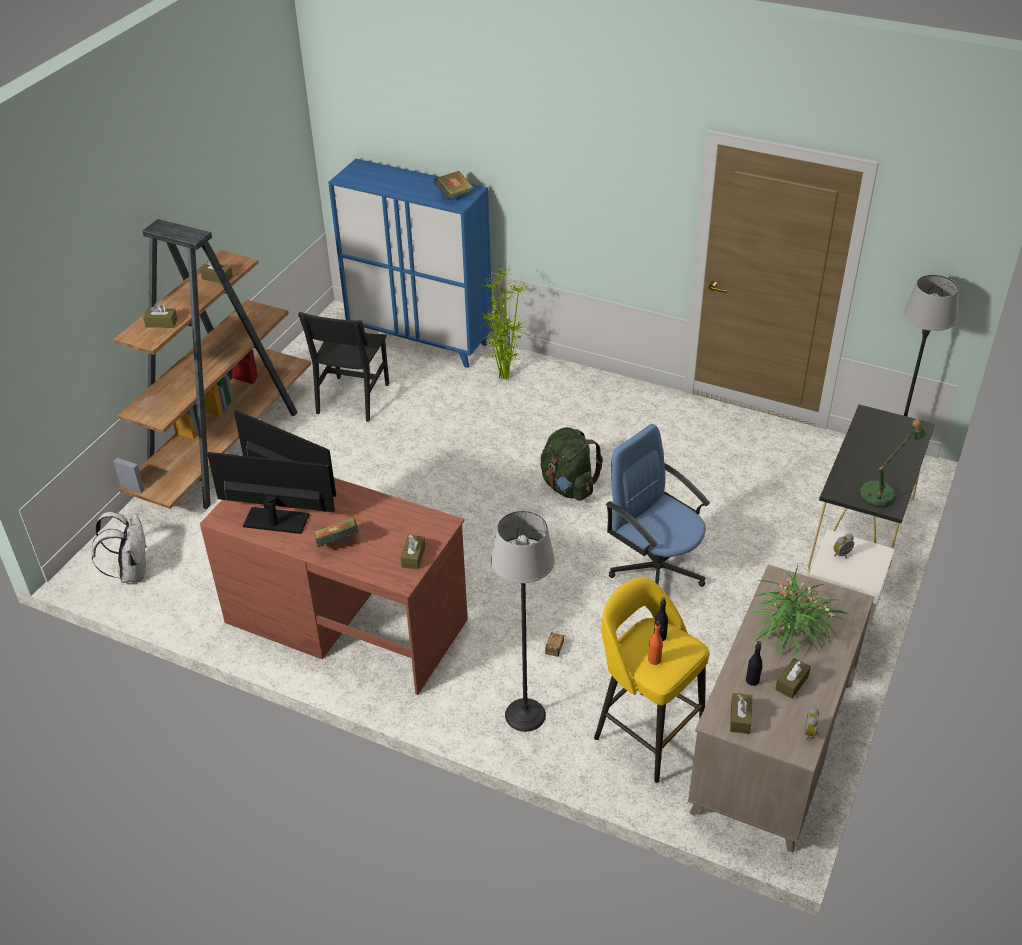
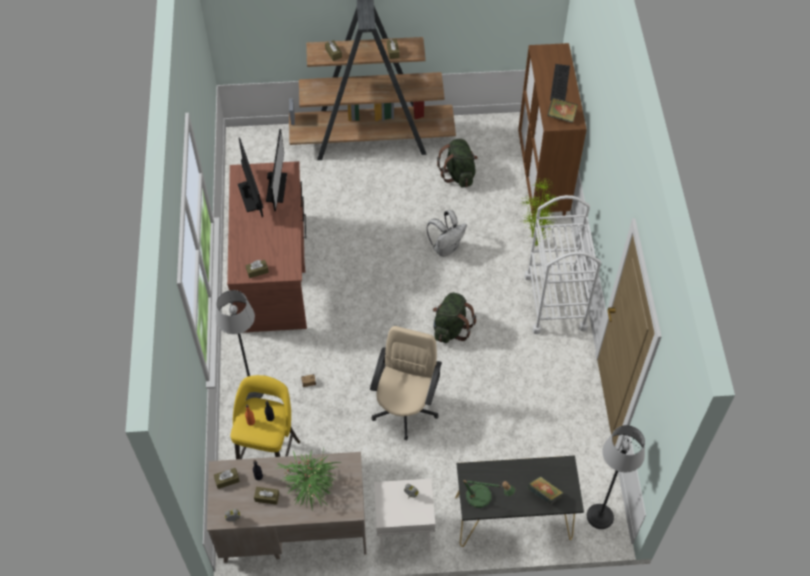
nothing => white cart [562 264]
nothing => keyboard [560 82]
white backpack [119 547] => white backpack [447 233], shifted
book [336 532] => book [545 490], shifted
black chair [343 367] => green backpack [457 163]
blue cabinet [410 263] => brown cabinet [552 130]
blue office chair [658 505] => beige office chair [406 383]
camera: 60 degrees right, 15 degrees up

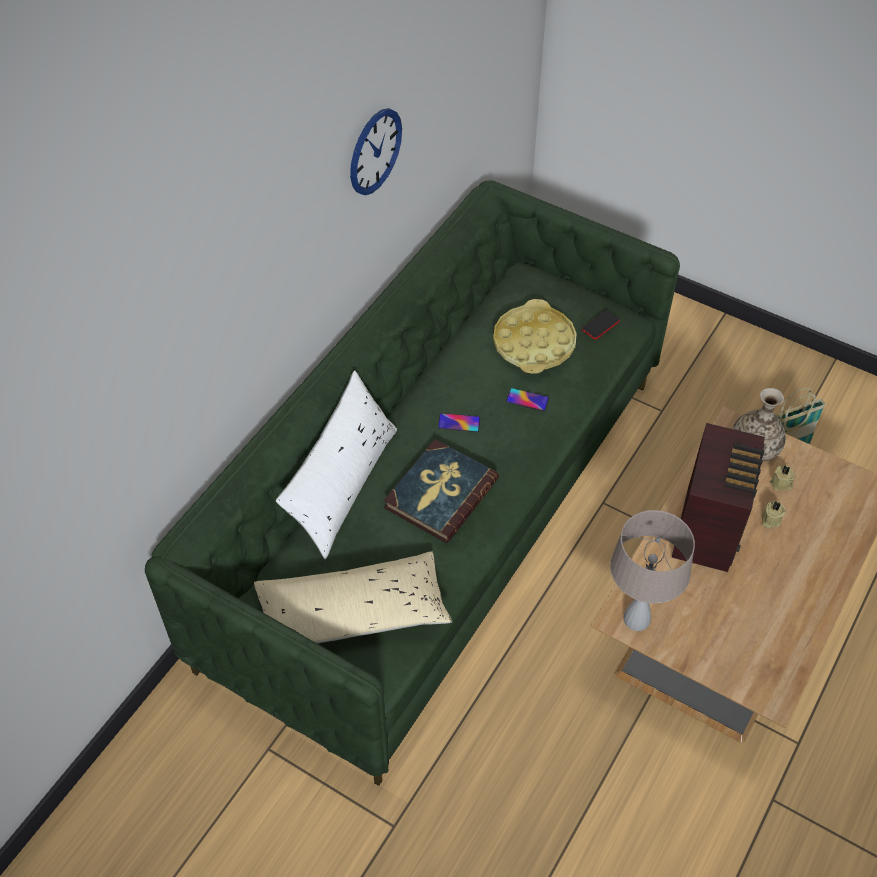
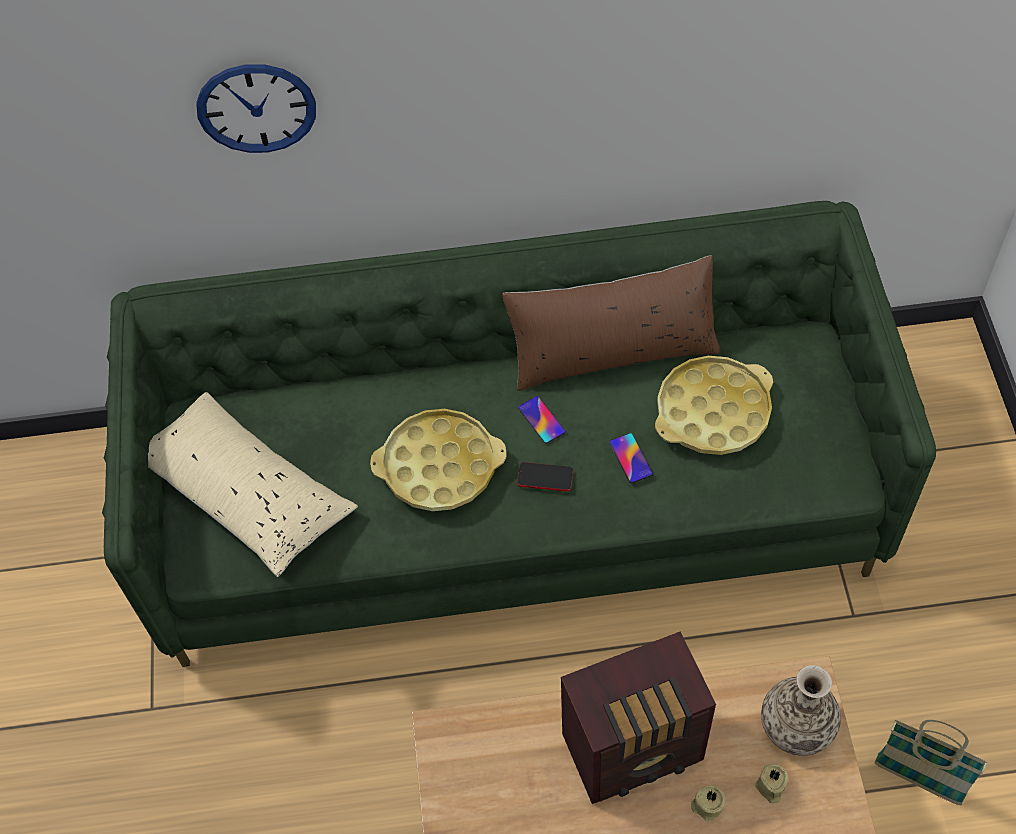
white pillow [336 464] => nothing
beige table lamp [652 570] => nothing
nothing => brown pillow [611 323]
wall clock [376 151] => wall clock [256 108], shifted
phone [601 325] => phone [545 476], shifted
book [441 491] => yellow tray [438 460]
camera: 55 degrees right, 5 degrees up

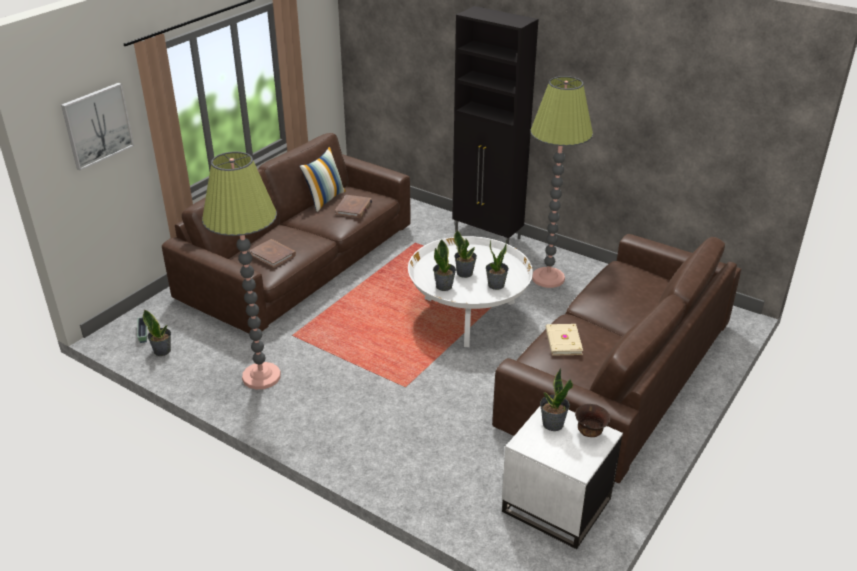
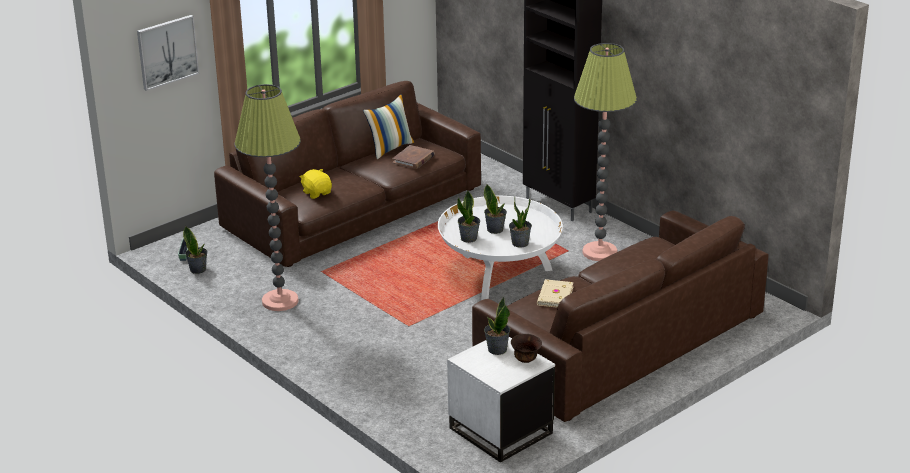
brown book [272 253] => yellow plush toy [316 184]
camera: 15 degrees right, 5 degrees down

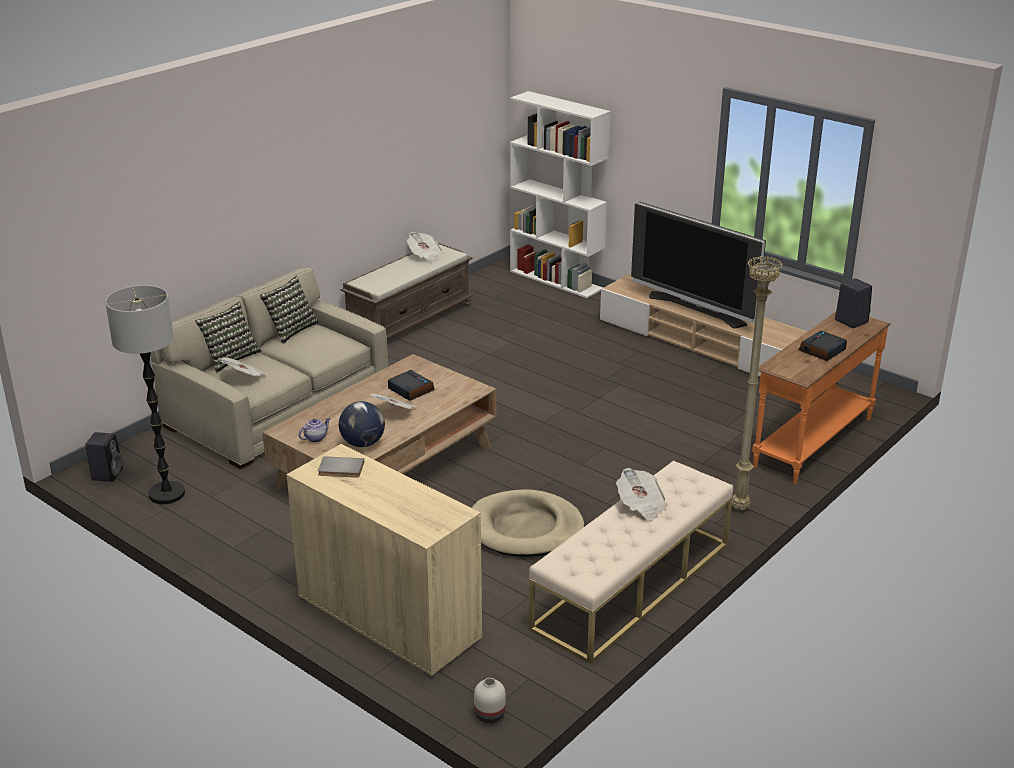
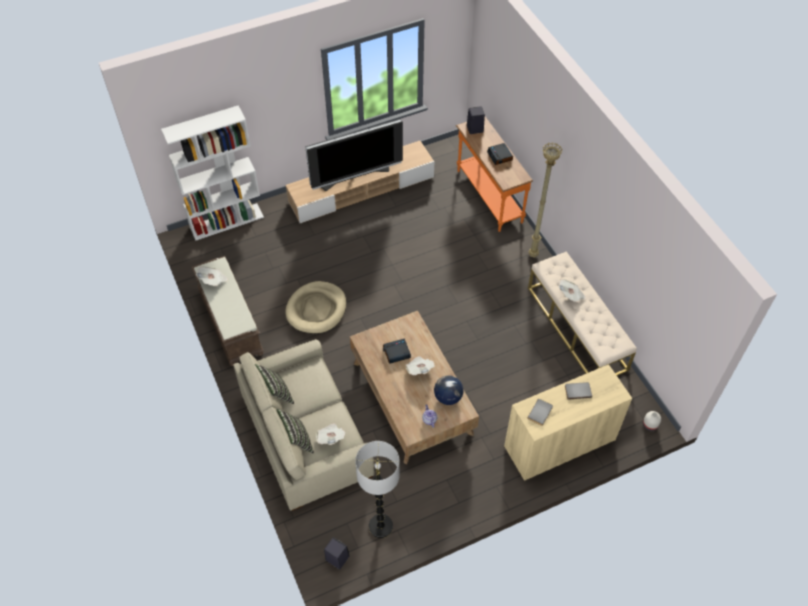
nothing => grey book [578 391]
beige dog bed [528 523] => beige dog bed [315 307], shifted
camera: 65 degrees left, 25 degrees up

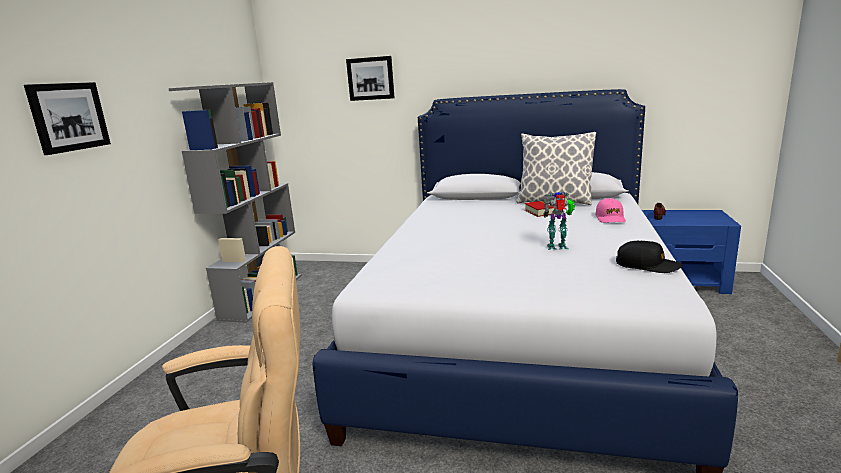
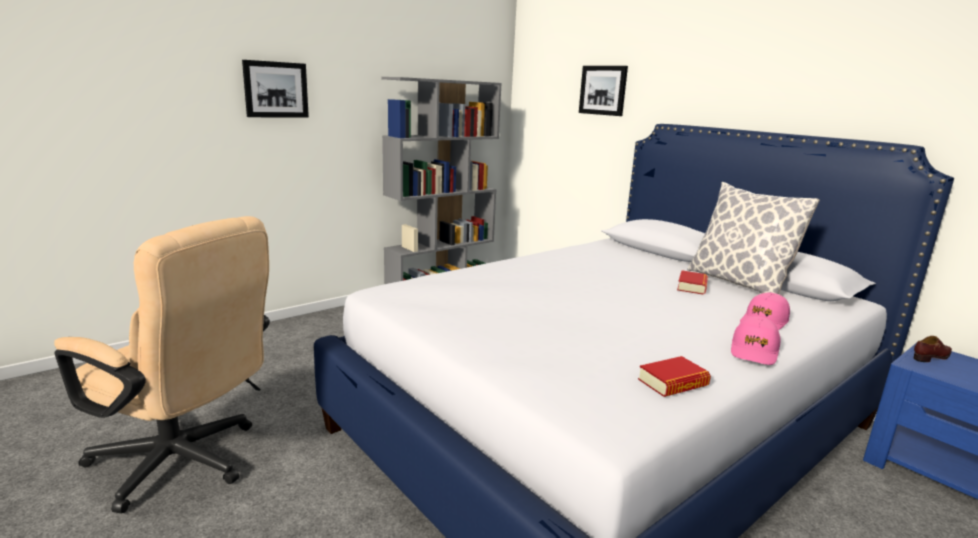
toy robot [559 221] => nothing
nothing => pink cap [756 340]
black cap [649 257] => book [674 376]
camera: 35 degrees right, 0 degrees up

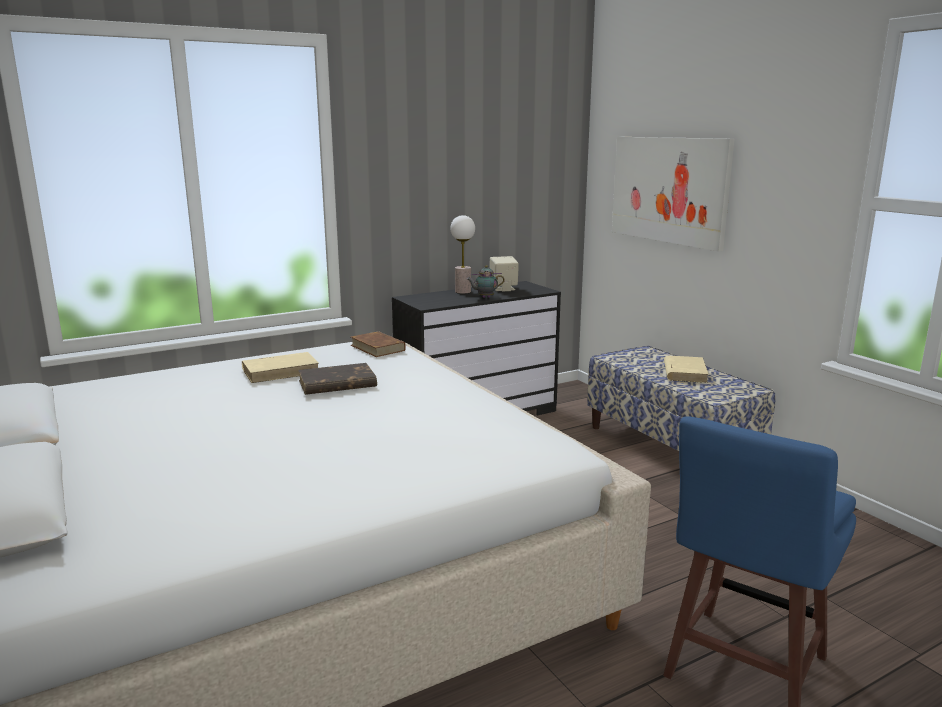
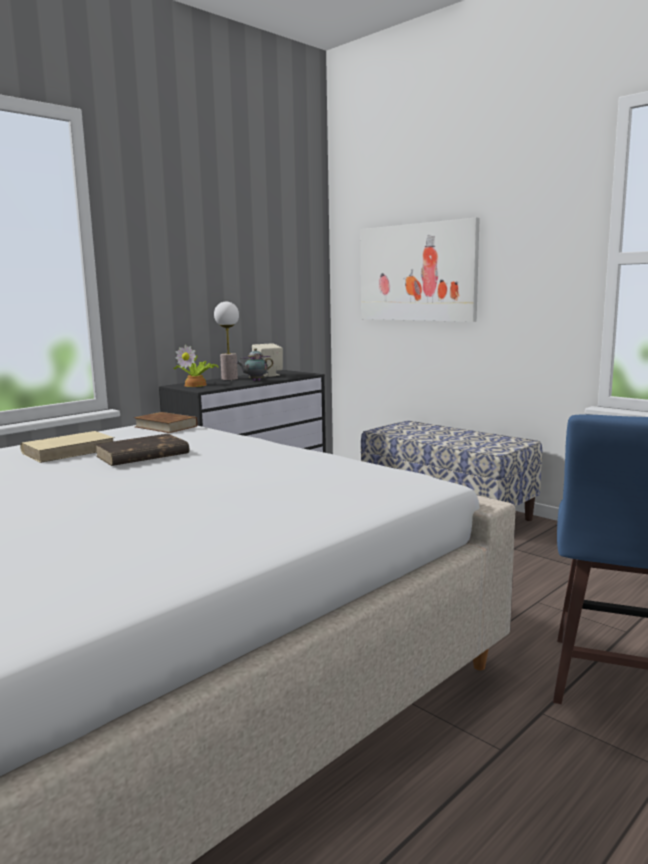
beige book [686 369] => nothing
nothing => potted plant [195 365]
camera: 15 degrees left, 5 degrees down

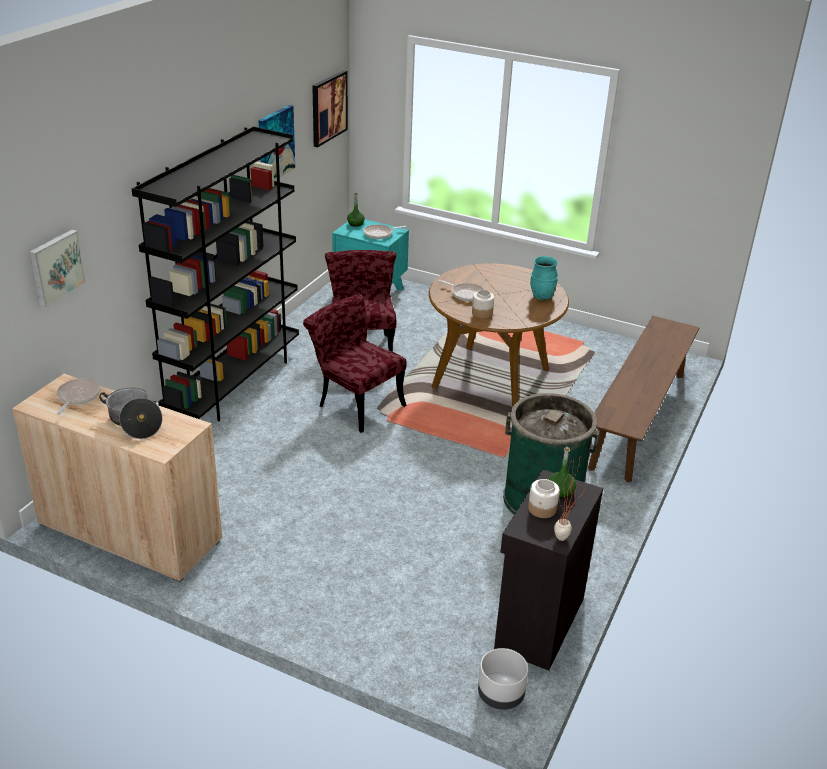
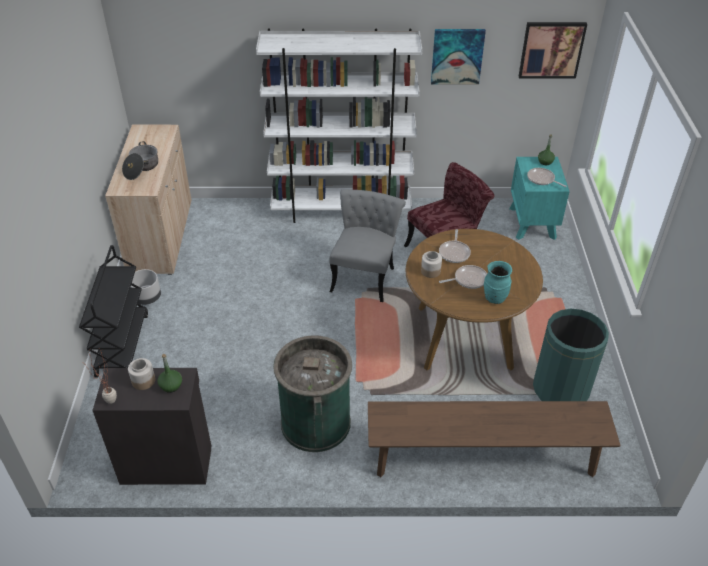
picture [57 268] => nothing
nothing => black cart [113 311]
nothing => green trash can [571 355]
frying pan [78 397] => frying pan [463 277], shifted
grey planter [503 679] => grey planter [145 287], shifted
black bookcase [215 274] => white bookcase [339 126]
red chair [355 363] => grey chair [367 245]
camera: 65 degrees right, 10 degrees up

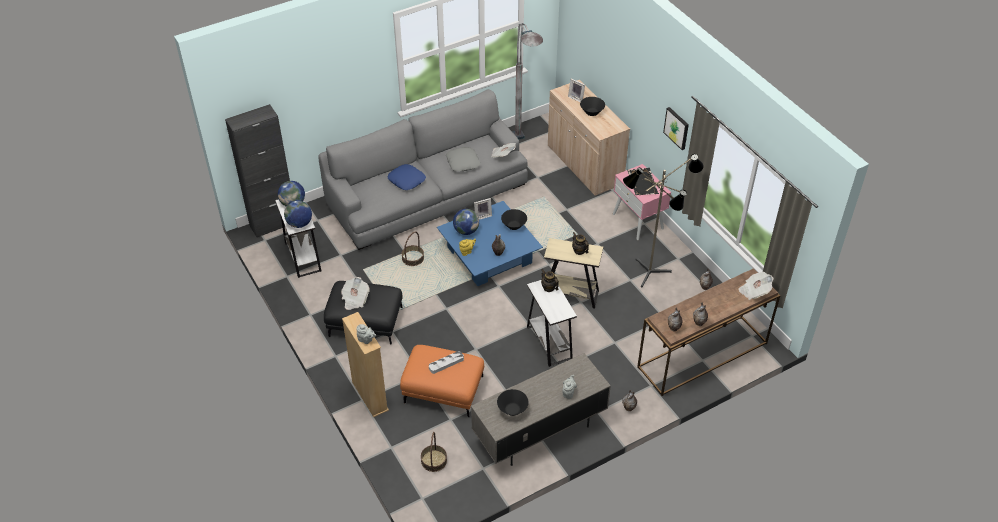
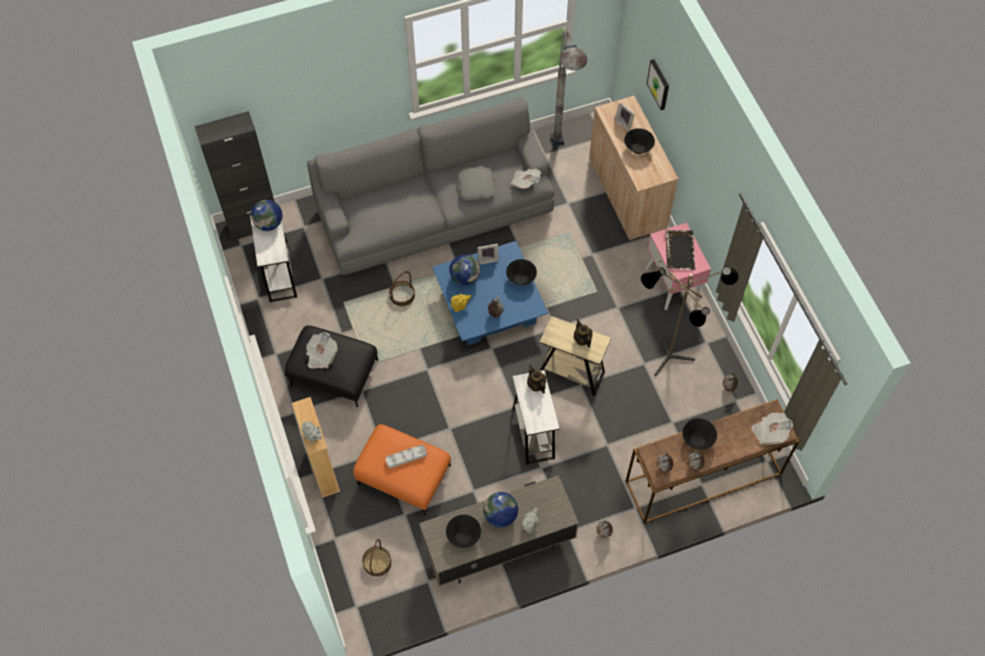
blue pillow [407 177] => nothing
nothing => black bowl [699 434]
globe [298 214] => globe [500 509], shifted
picture [676 128] => picture [658 84], shifted
camera: 10 degrees right, 15 degrees up

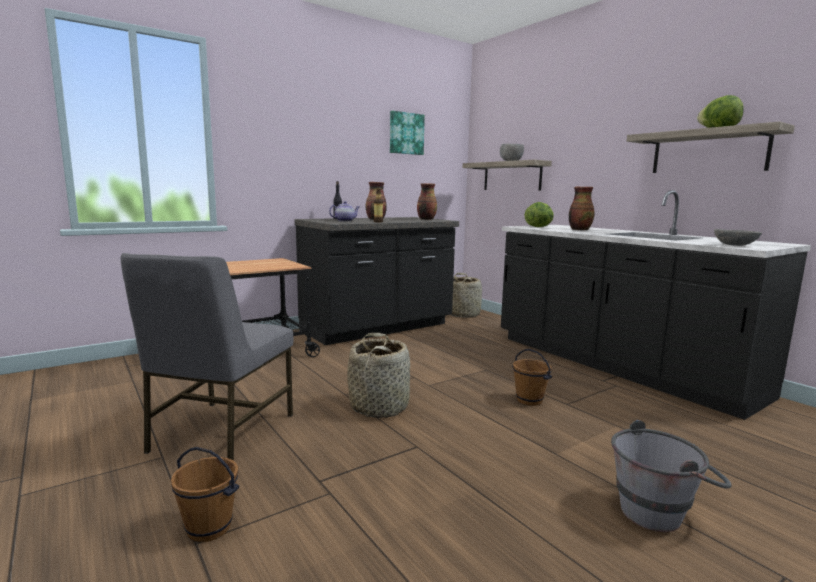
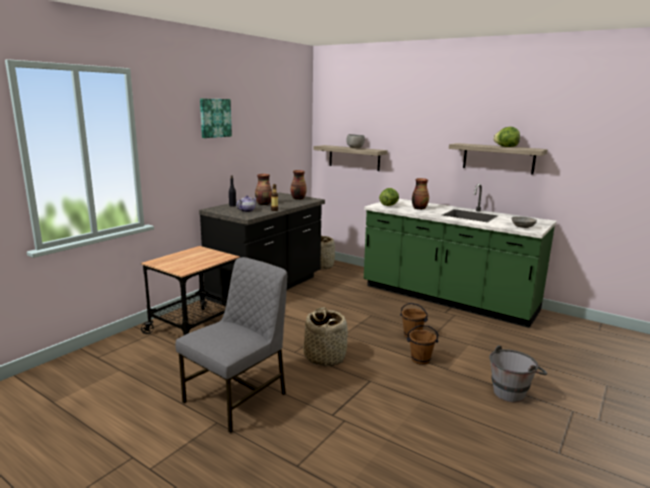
brown bucket [205 494] => brown bucket [422 345], shifted
picture [407 133] => picture [216 118], shifted
black counter [656 305] => green counter [460 256]
grey chair [207 357] => grey chair [231 345], 135 degrees counterclockwise
camera: 20 degrees left, 5 degrees up

